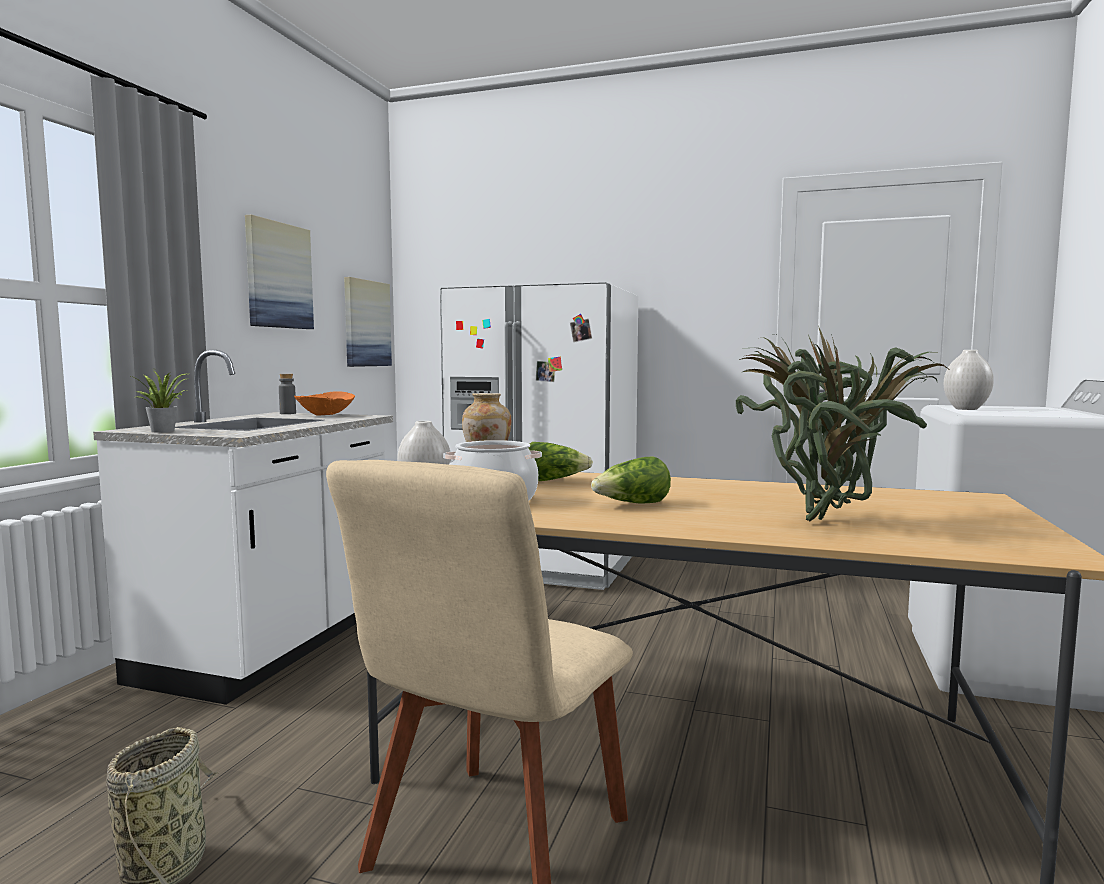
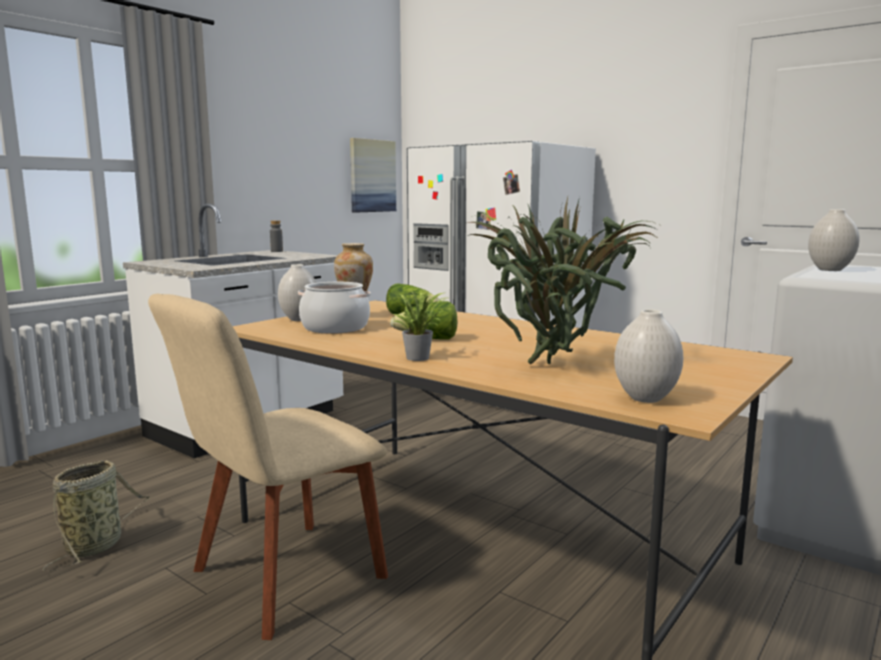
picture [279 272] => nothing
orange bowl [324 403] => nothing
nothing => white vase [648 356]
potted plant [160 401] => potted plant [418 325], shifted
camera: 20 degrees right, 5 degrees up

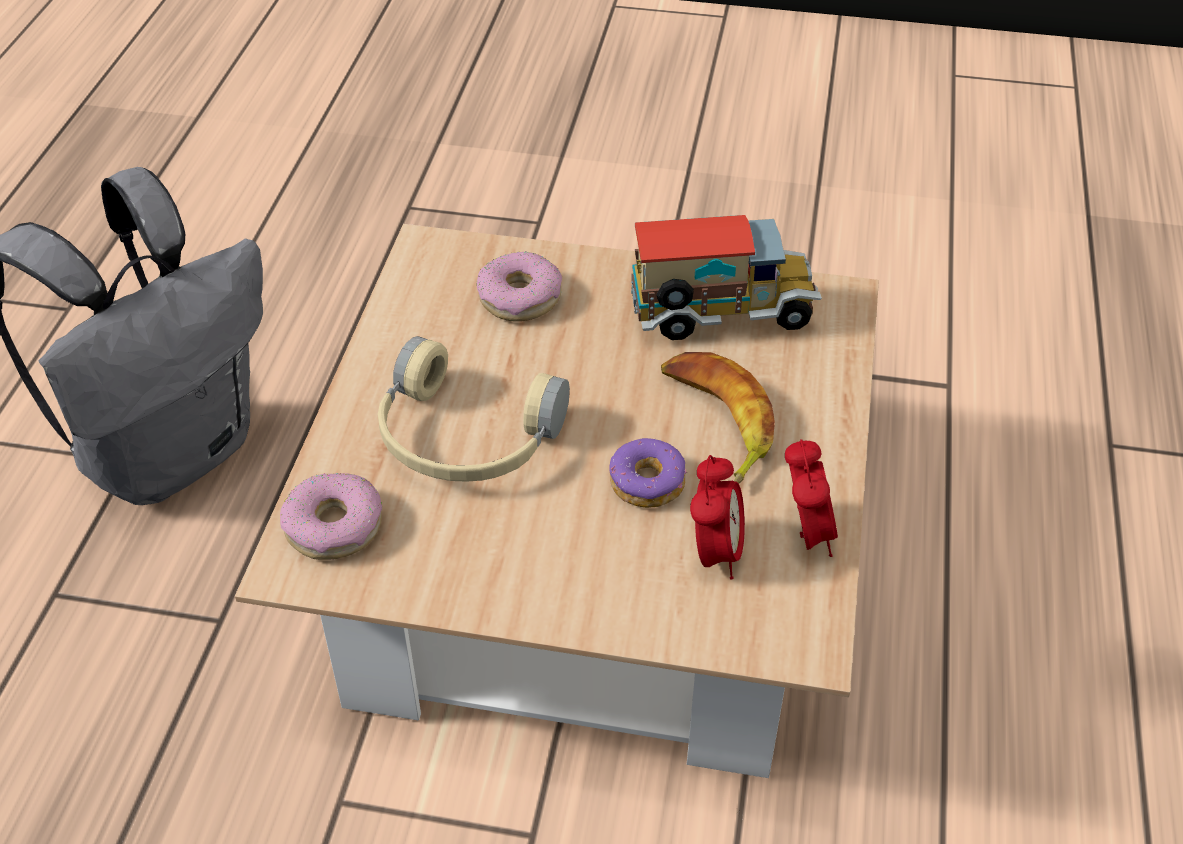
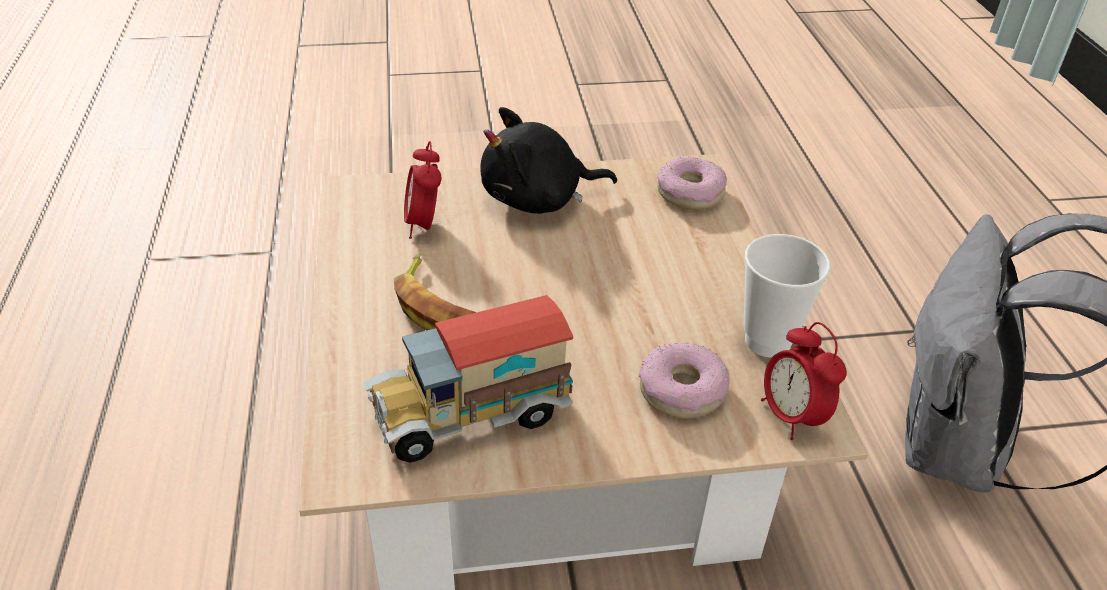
beige headphones [474 409] => nothing
donut [648 473] => nothing
nothing => black plush toy [548 160]
nothing => cup [787 296]
alarm clock [811 498] => alarm clock [804 381], shifted
camera: 160 degrees right, 5 degrees down

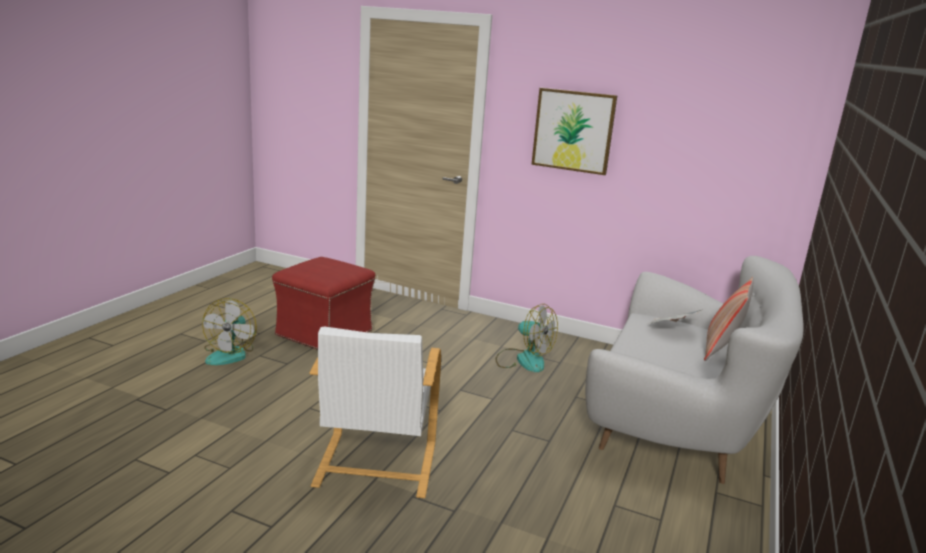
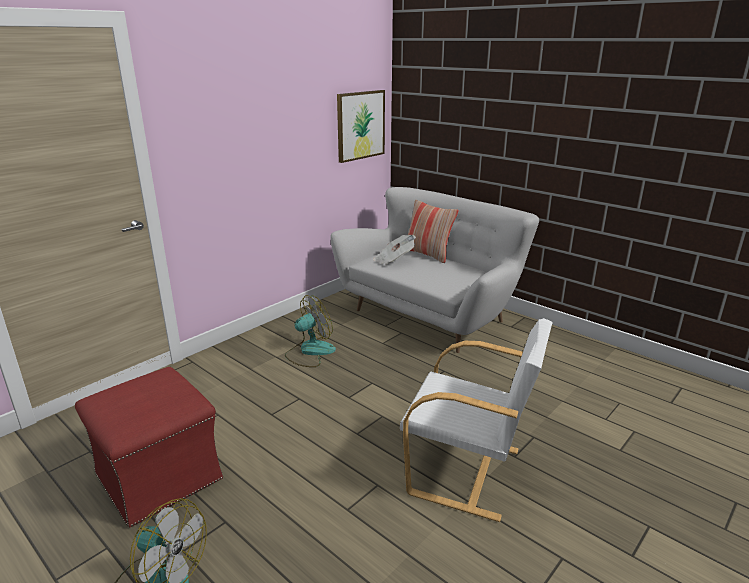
picture [574 131] => picture [361 126], shifted
camera: 70 degrees left, 5 degrees up

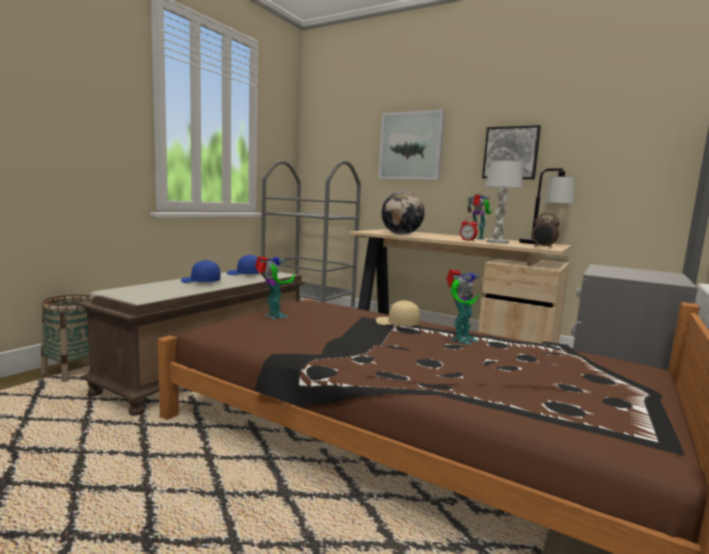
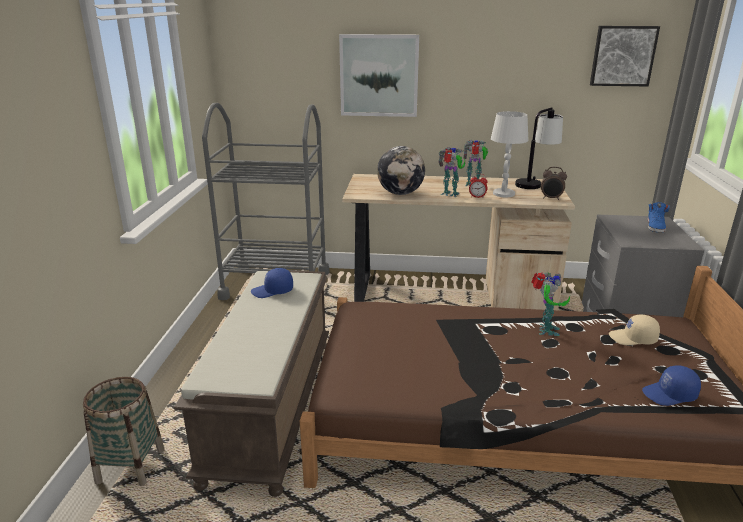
nothing => blue shoe [659 217]
blue cap [201 271] => blue cap [671 385], shifted
toy robot [275 287] => toy robot [451 172], shifted
beige cap [398 313] => beige cap [634 330], shifted
picture [511 152] => picture [625 56], shifted
camera: 25 degrees left, 15 degrees up

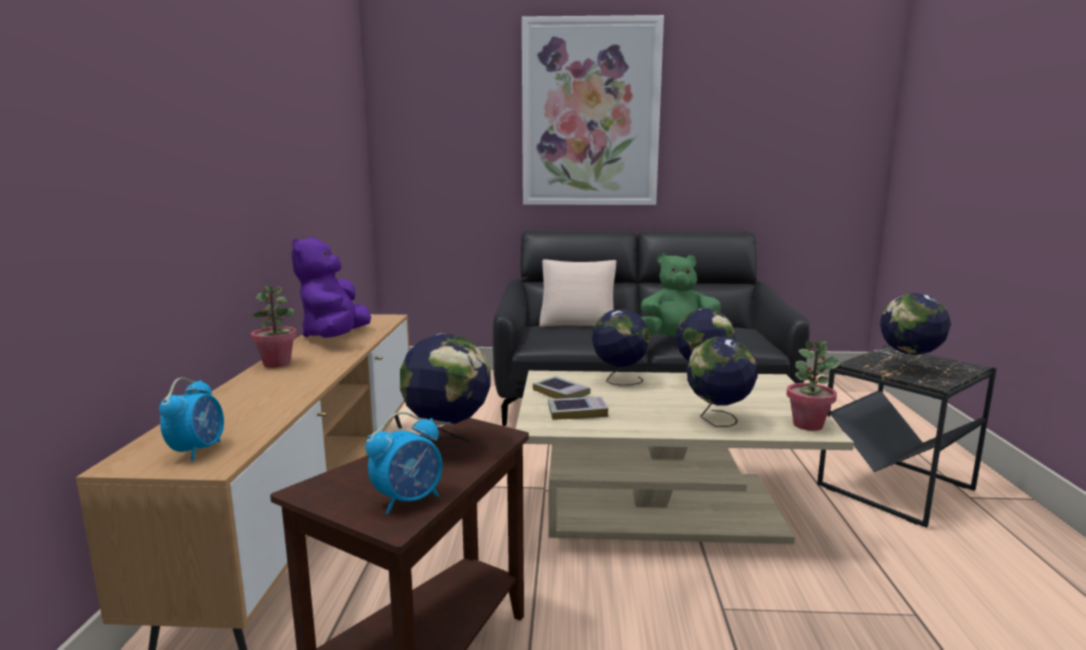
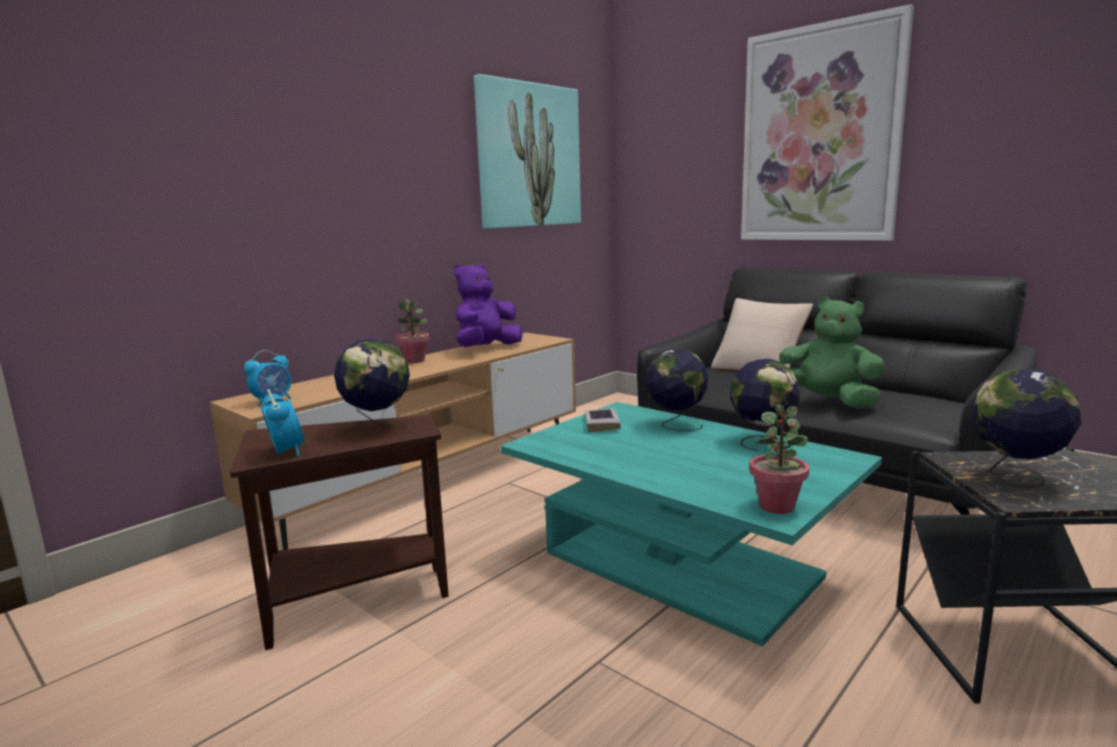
book [578 408] => nothing
globe [722 382] => nothing
nothing => picture [527 151]
beige coffee table [685 457] => turquoise coffee table [691 524]
alarm clock [404 463] => alarm clock [283 423], 120 degrees counterclockwise
camera: 40 degrees right, 0 degrees up

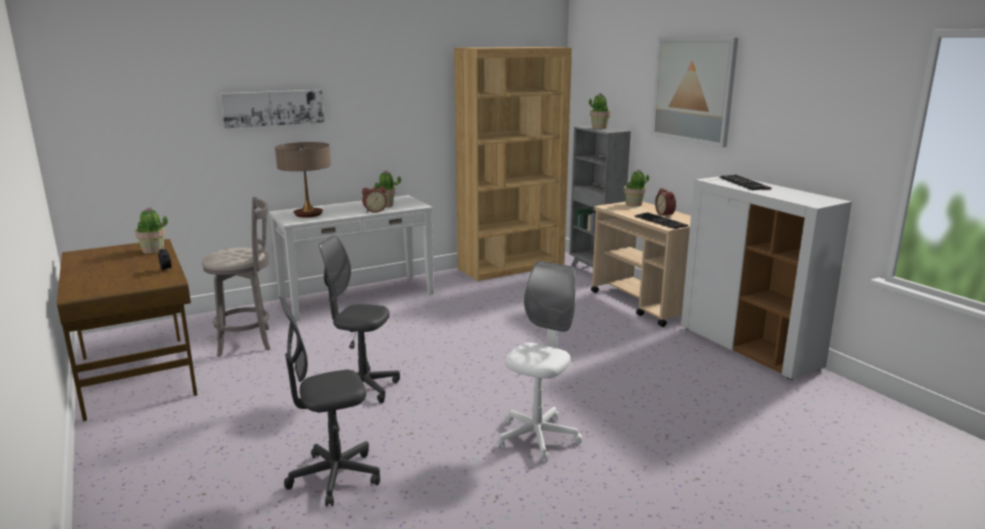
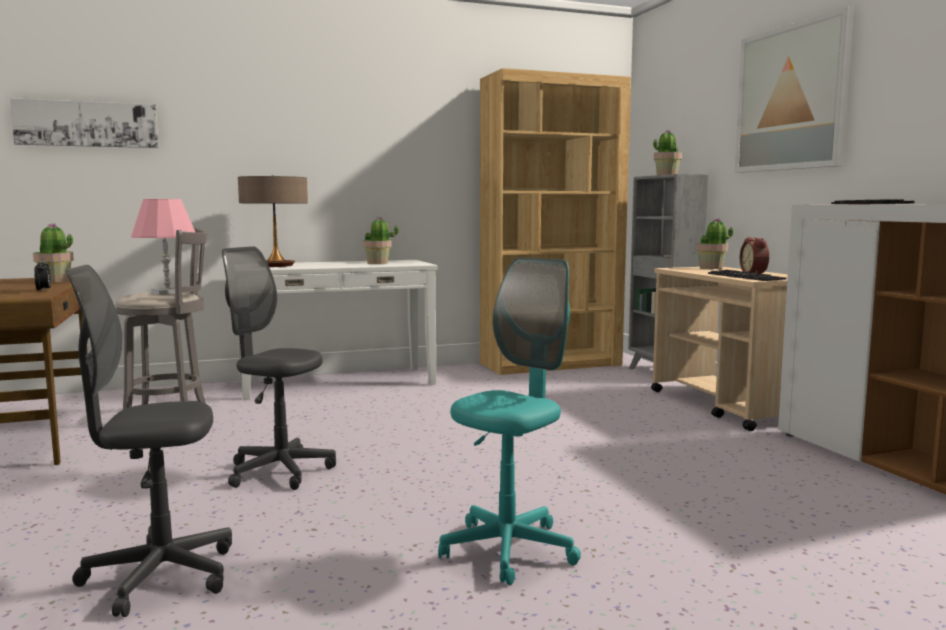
alarm clock [374 199] => nothing
nothing => pink table lamp [163 247]
picture [272 109] => picture [84 123], shifted
white office chair [540 361] => turquoise office chair [509 421]
camera: 10 degrees right, 10 degrees down

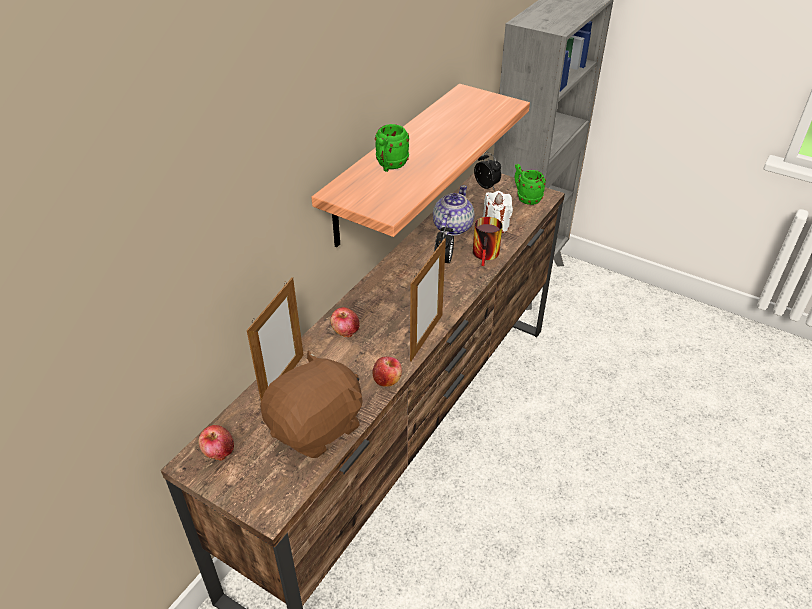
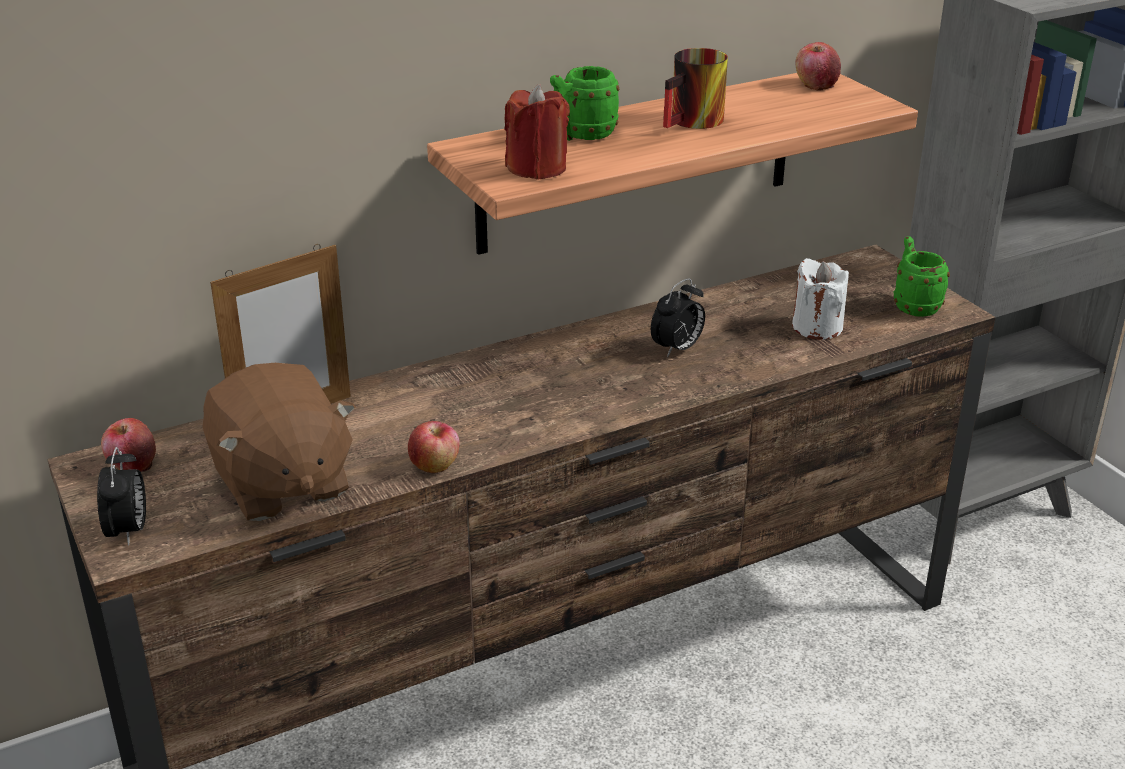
picture frame [428 300] => nothing
teapot [453 210] => nothing
nothing => red candle [537 132]
apple [345 322] => apple [818 66], shifted
mug [488 241] => mug [695 88], shifted
alarm clock [487 170] => alarm clock [121 496], shifted
brown plush toy [311 404] => brown plush toy [279 442], 75 degrees clockwise
camera: 30 degrees right, 10 degrees down

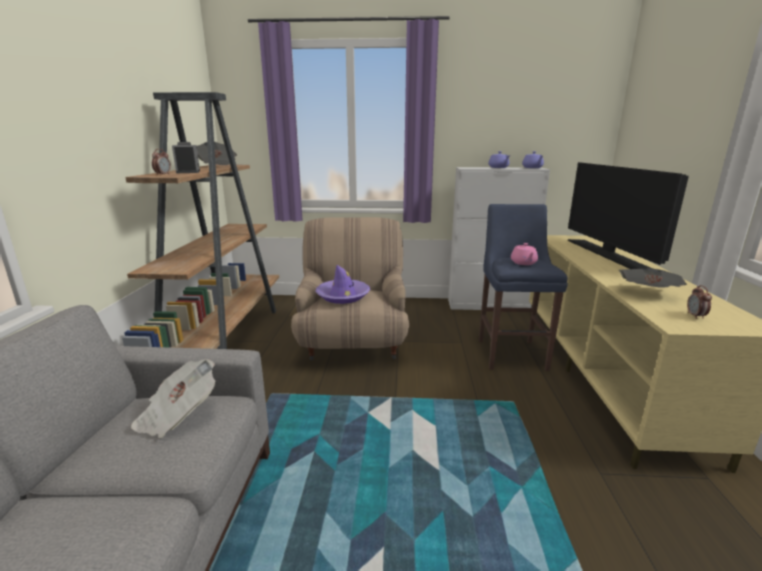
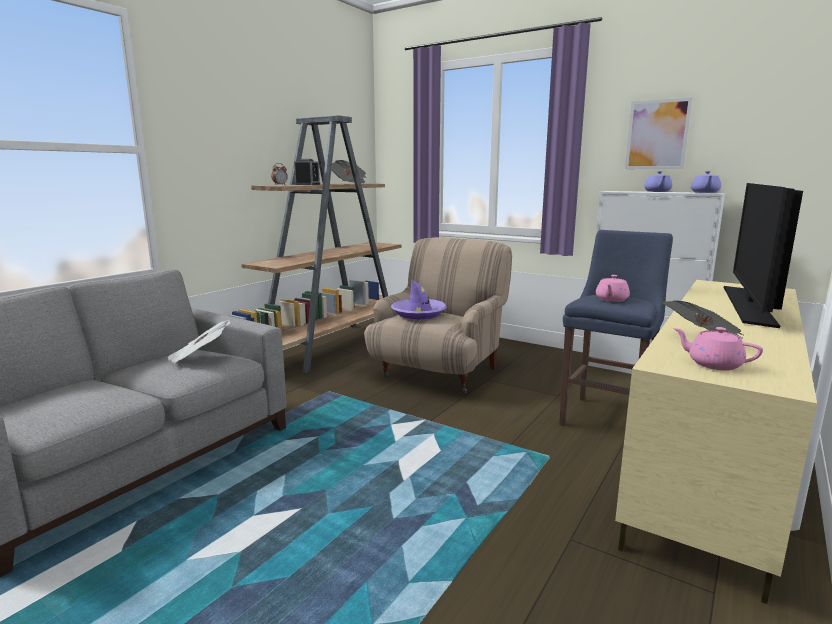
nothing => picture [658 133]
alarm clock [699 302] => pink teapot [718 349]
camera: 30 degrees right, 5 degrees down

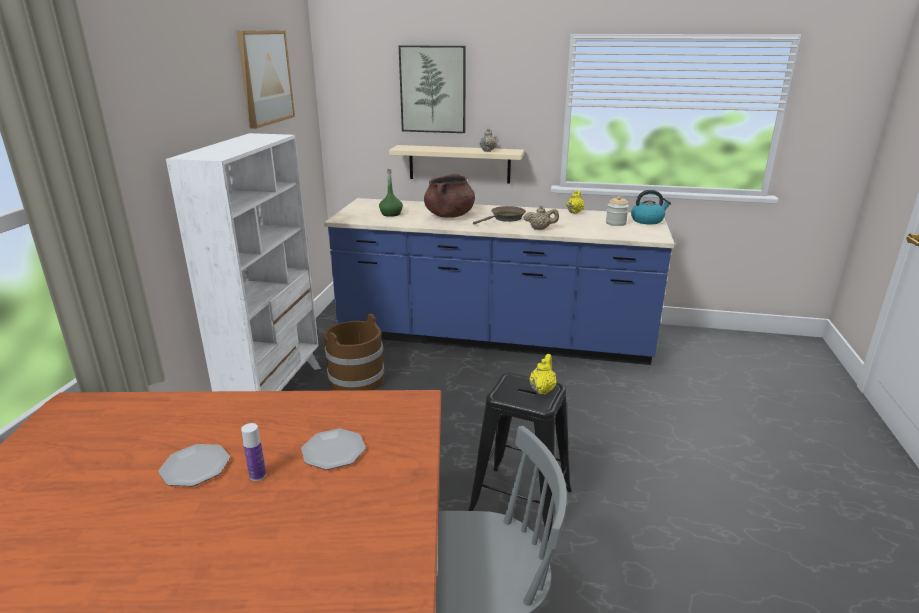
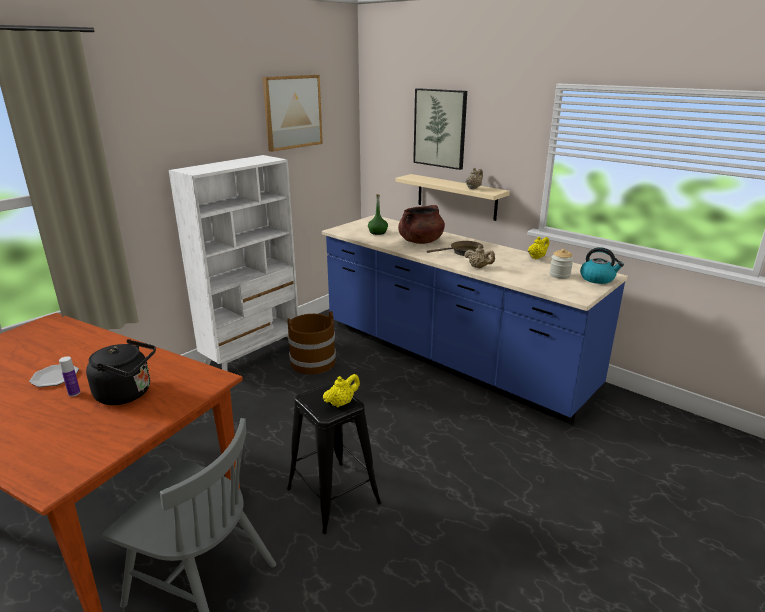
plate [333 449] => black kettle [121 372]
camera: 30 degrees right, 0 degrees up

